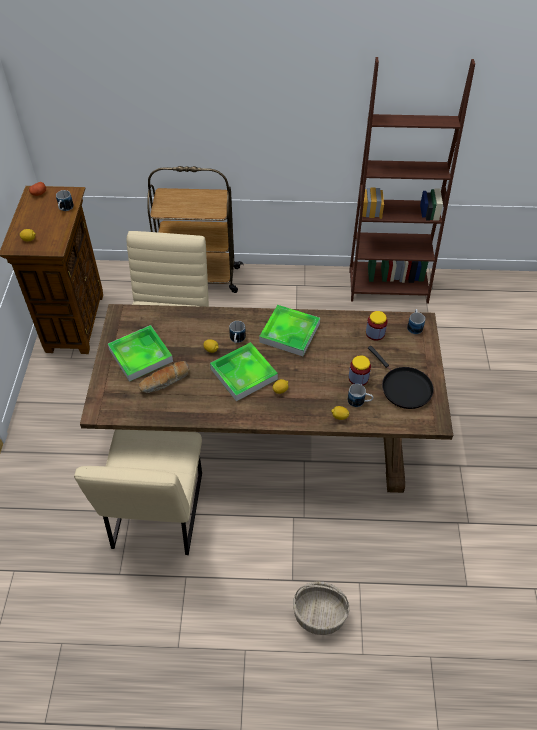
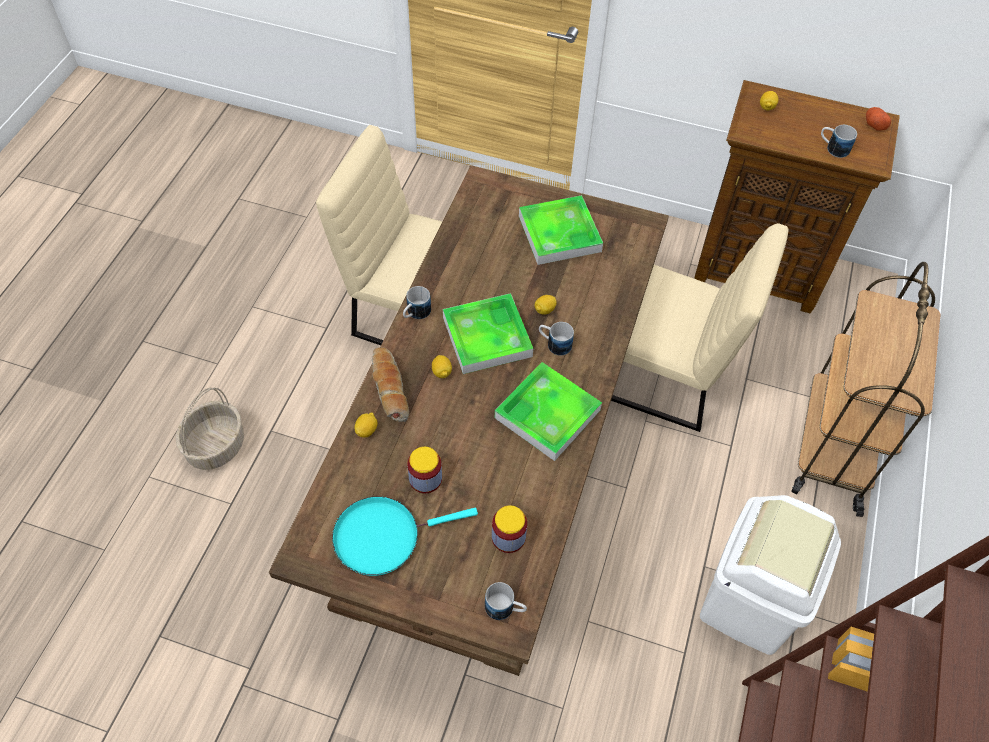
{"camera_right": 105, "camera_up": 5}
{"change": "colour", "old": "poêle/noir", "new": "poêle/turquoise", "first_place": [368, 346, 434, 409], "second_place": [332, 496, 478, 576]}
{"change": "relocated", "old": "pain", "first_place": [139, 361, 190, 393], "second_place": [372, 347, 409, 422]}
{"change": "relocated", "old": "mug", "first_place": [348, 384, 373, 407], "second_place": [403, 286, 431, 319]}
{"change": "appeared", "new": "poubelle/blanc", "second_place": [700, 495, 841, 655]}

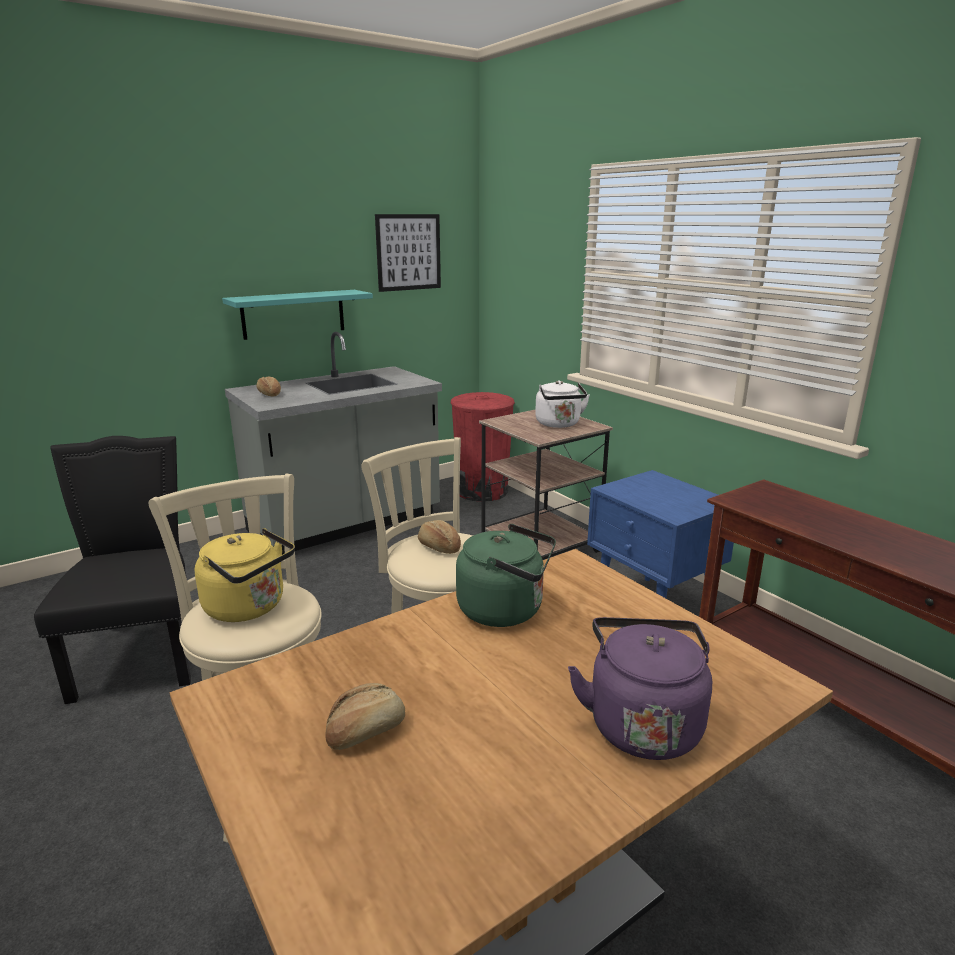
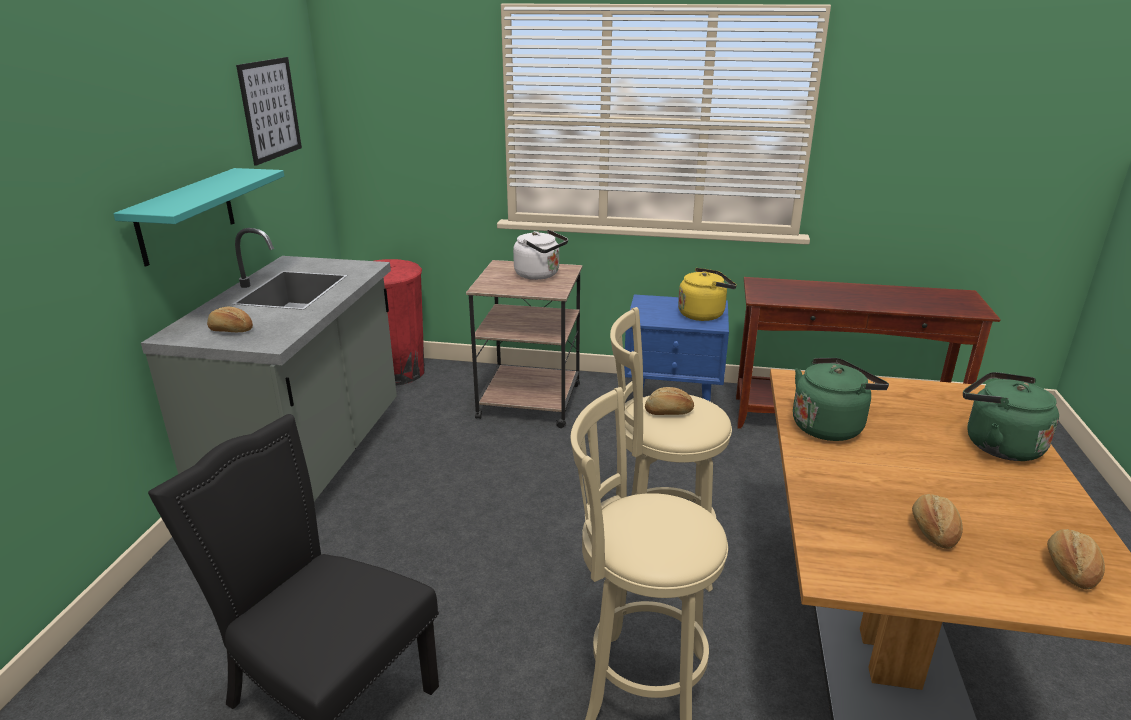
{"camera_right": -45, "camera_up": 5}
{"change": "relocated", "old": "bouilloire/jaune", "first_place": [195, 528, 295, 622], "second_place": [678, 268, 737, 321]}
{"change": "colour", "old": "bouilloire/violet", "new": "bouilloire/vert", "first_place": [568, 617, 712, 760], "second_place": [963, 372, 1059, 461]}
{"change": "appeared", "new": "pain", "second_place": [1047, 529, 1105, 590]}

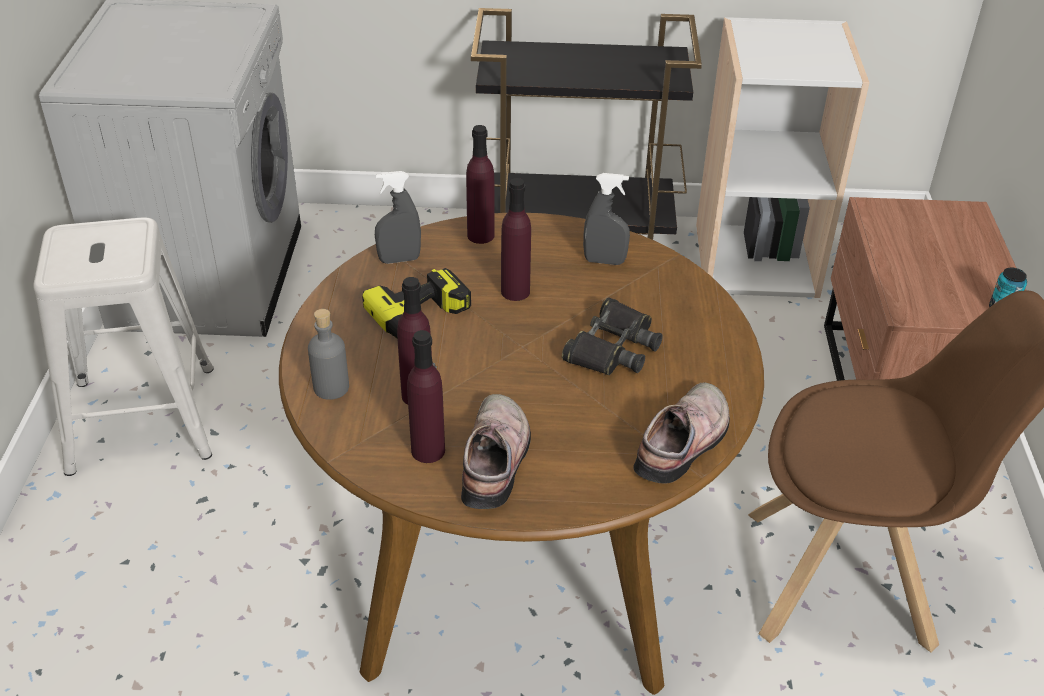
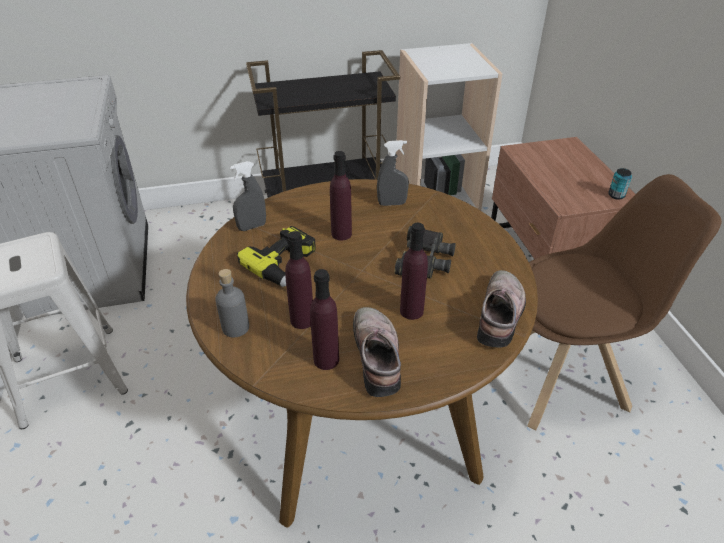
{"camera_right": -15, "camera_up": 0}
{"change": "relocated", "old": "bouteille/violet", "first_place": [466, 125, 495, 244], "second_place": [400, 222, 428, 320]}

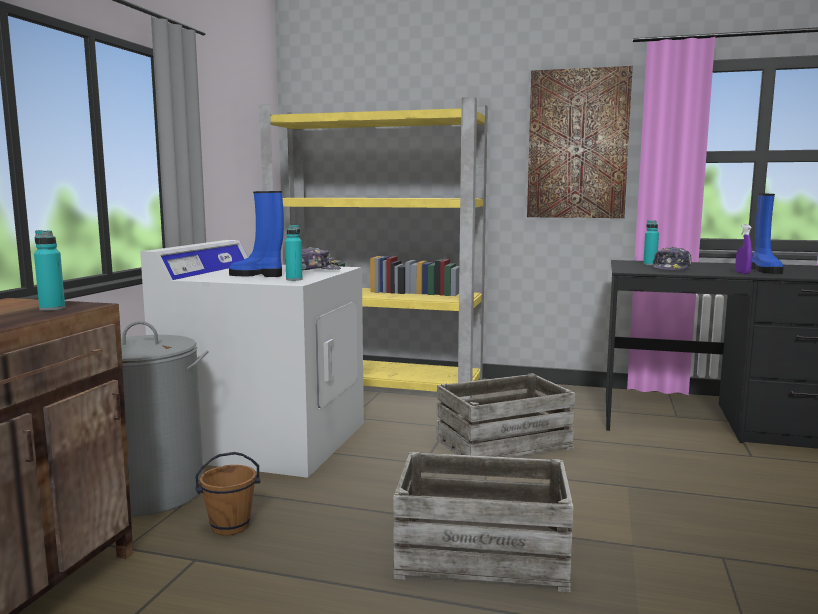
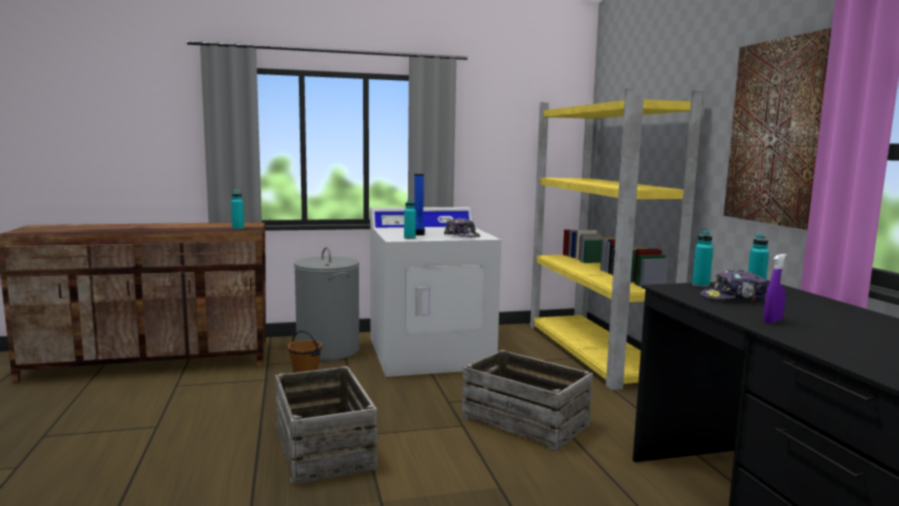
{"camera_right": 60, "camera_up": 0}
{"change": "missing", "old": "botte/bleu", "first_place": [751, 193, 784, 274]}
{"change": "appeared", "new": "bouteille/turquoise", "second_place": [692, 231, 713, 287]}

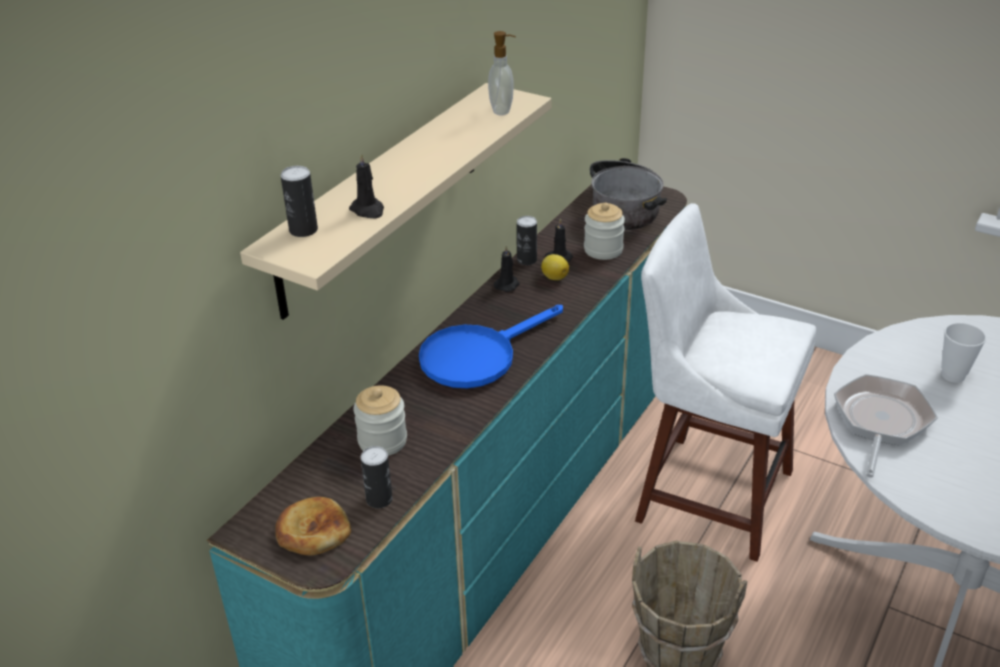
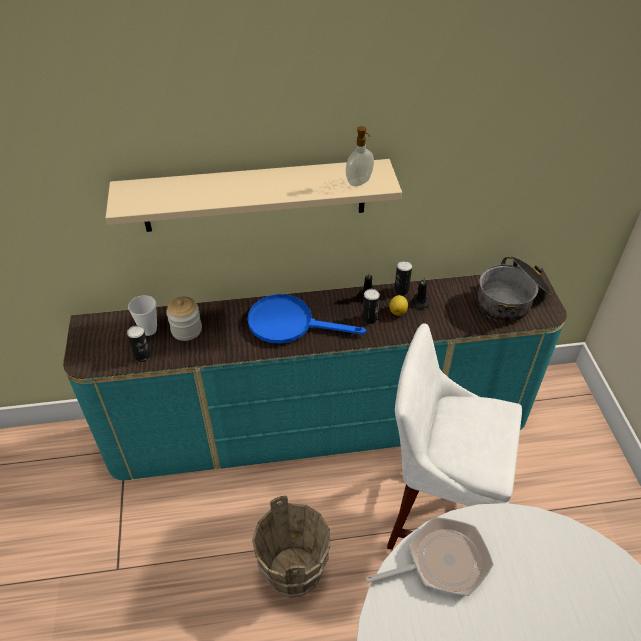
{"camera_right": 50, "camera_up": 10}
{"change": "missing", "old": "bougie/noir", "first_place": [349, 153, 384, 219]}
{"change": "relocated", "old": "boîte métallique", "first_place": [280, 166, 318, 237], "second_place": [362, 289, 380, 324]}
{"change": "missing", "old": "bocal", "first_place": [584, 202, 625, 260]}
{"change": "spun", "old": "chaise/blanc", "first_place": [635, 203, 816, 562], "second_place": [387, 323, 522, 550], "degrees": -60}
{"change": "relocated", "old": "tasse", "first_place": [941, 323, 986, 383], "second_place": [128, 295, 157, 336]}
{"change": "missing", "old": "pain", "first_place": [275, 497, 351, 555]}

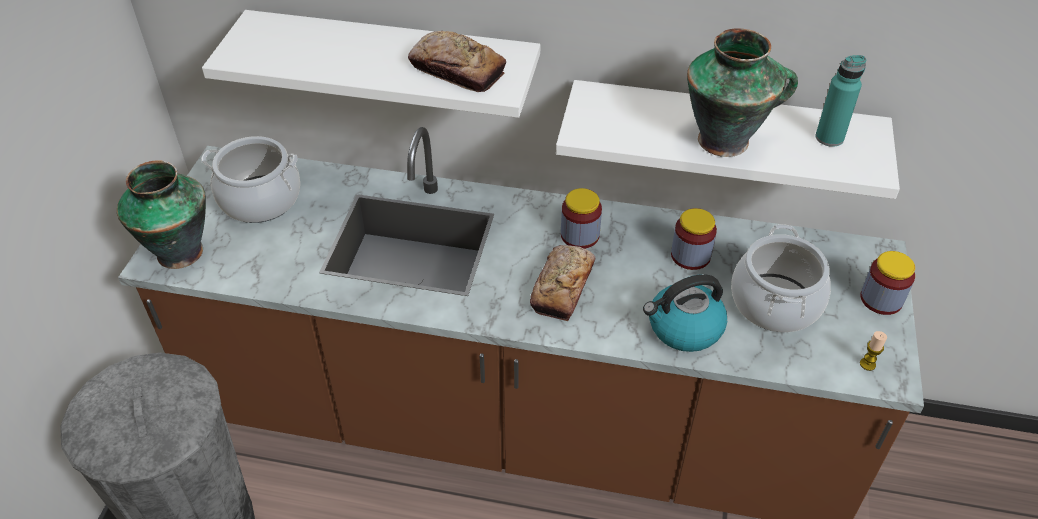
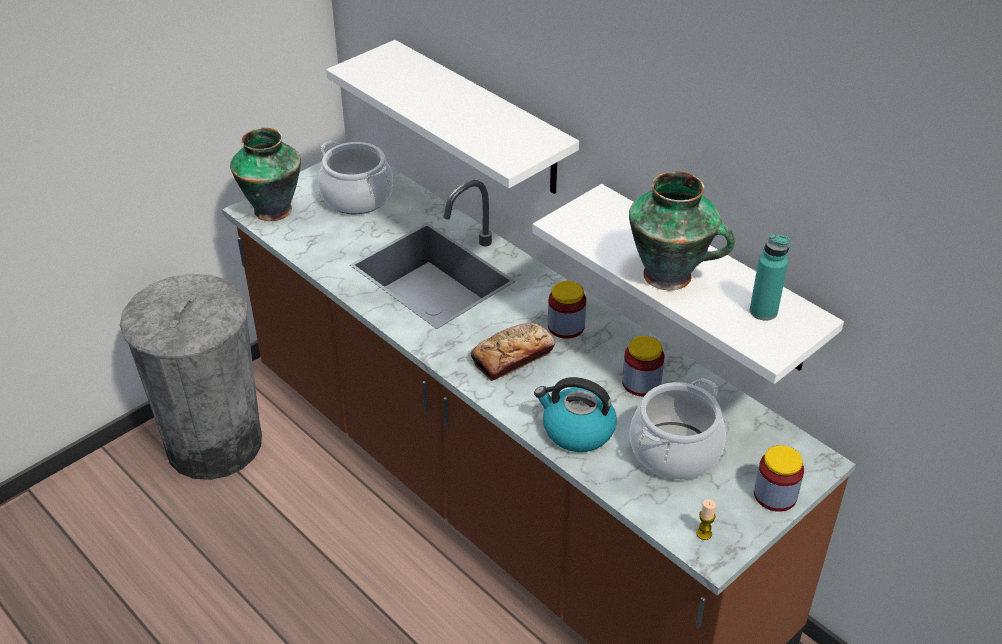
{"camera_right": 35, "camera_up": -5}
{"change": "missing", "old": "pain", "first_place": [408, 31, 506, 92]}

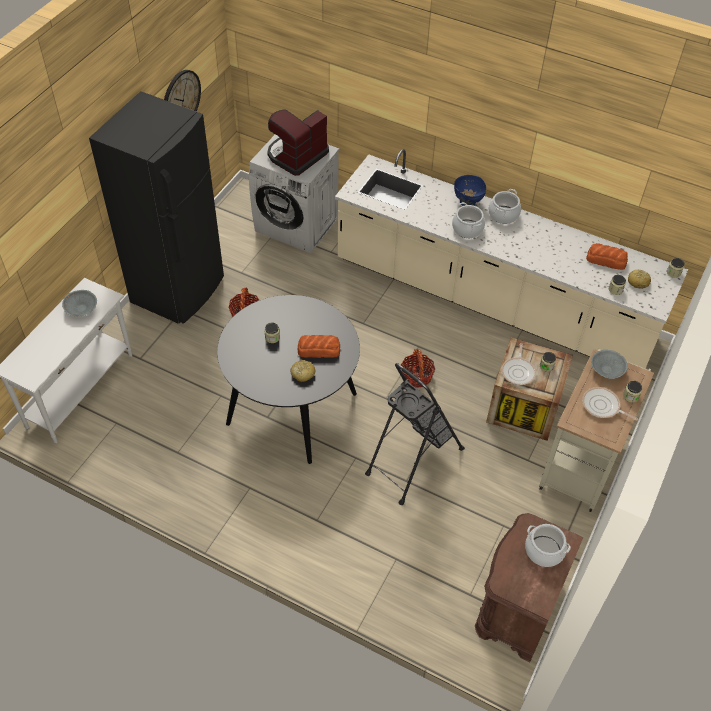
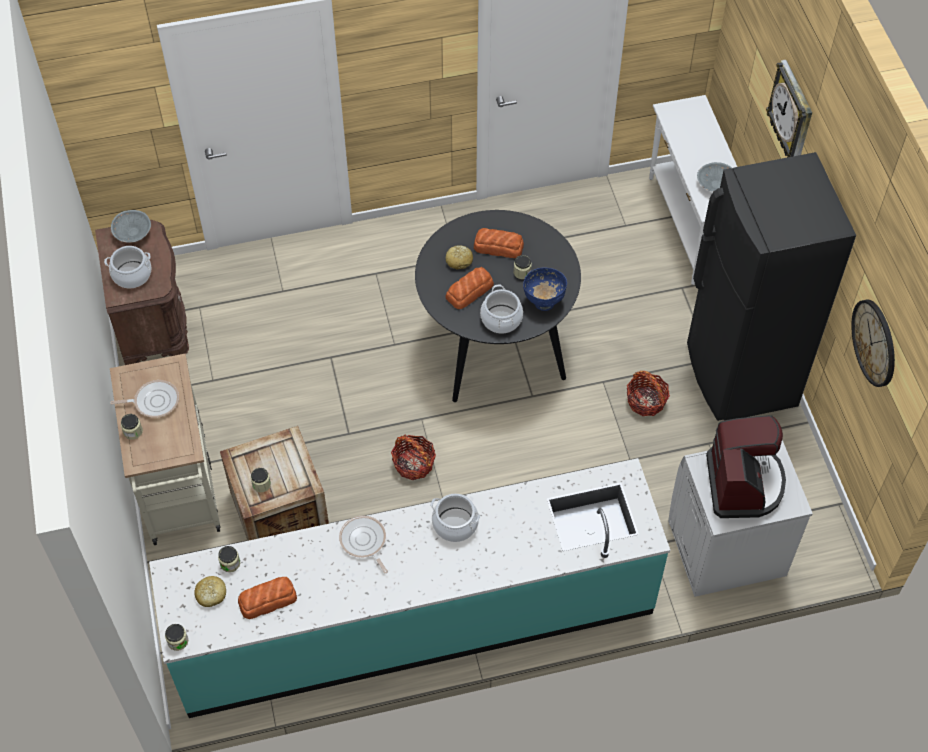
{"camera_right": 140, "camera_up": 5}
{"change": "colour", "old": "comptoir de cuisine/beige", "new": "comptoir de cuisine/turquoise", "first_place": [335, 149, 689, 369], "second_place": [149, 458, 670, 718]}
{"change": "relocated", "old": "bol/bleu", "first_place": [454, 175, 486, 206], "second_place": [523, 267, 567, 311]}
{"change": "relocated", "old": "marmite", "first_place": [489, 189, 521, 224], "second_place": [480, 285, 523, 334]}
{"change": "relocated", "old": "poêle", "first_place": [502, 343, 536, 385], "second_place": [339, 516, 388, 573]}
{"change": "relocated", "old": "bol/gris", "first_place": [591, 350, 628, 379], "second_place": [111, 210, 151, 243]}
{"change": "missing", "old": "escabeau", "first_place": [365, 363, 465, 505]}
{"change": "appeared", "new": "horloge murale", "second_place": [766, 60, 812, 158]}
{"change": "appeared", "new": "pain", "second_place": [474, 228, 524, 258]}

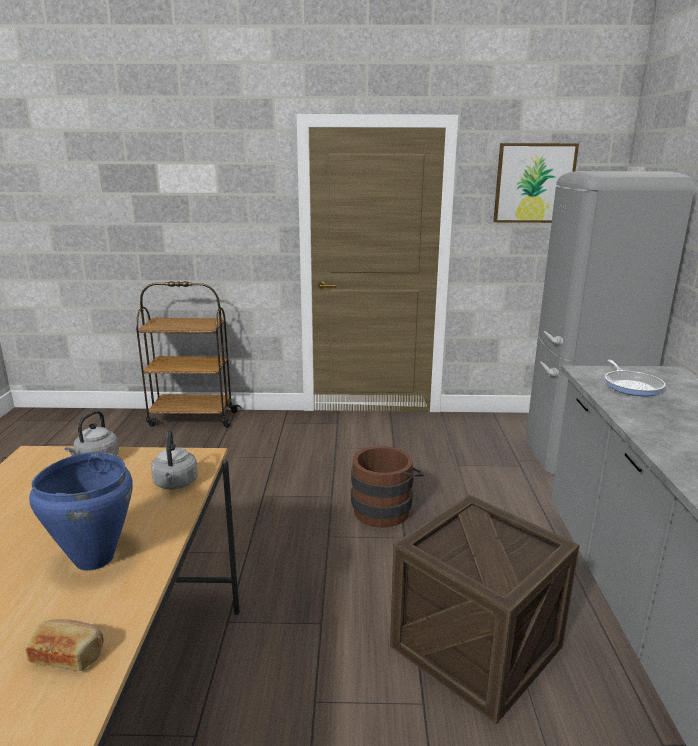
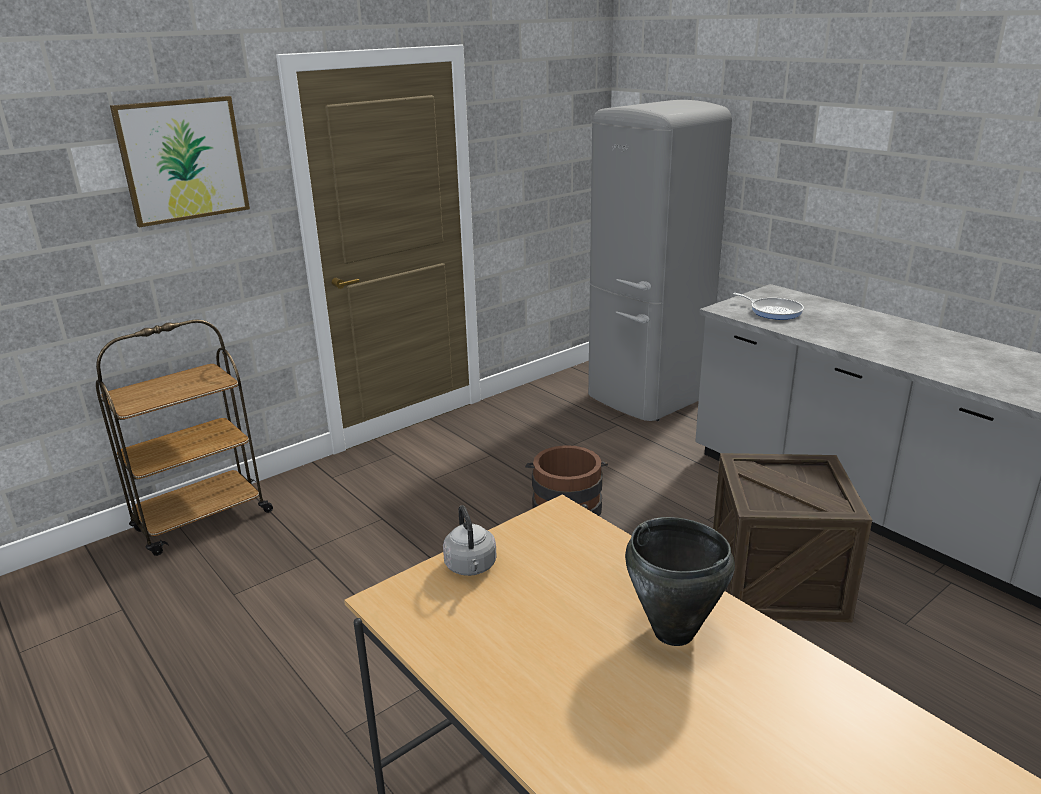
{"camera_right": -40, "camera_up": 5}
{"change": "relocated", "old": "tableau", "first_place": [493, 143, 579, 223], "second_place": [110, 96, 250, 227]}
{"change": "missing", "old": "bouilloire/gris", "first_place": [151, 430, 198, 490]}
{"change": "colour", "old": "marmite/bleu", "new": "marmite/noir", "first_place": [29, 452, 133, 571], "second_place": [625, 517, 735, 646]}
{"change": "missing", "old": "pain", "first_place": [25, 619, 103, 671]}

